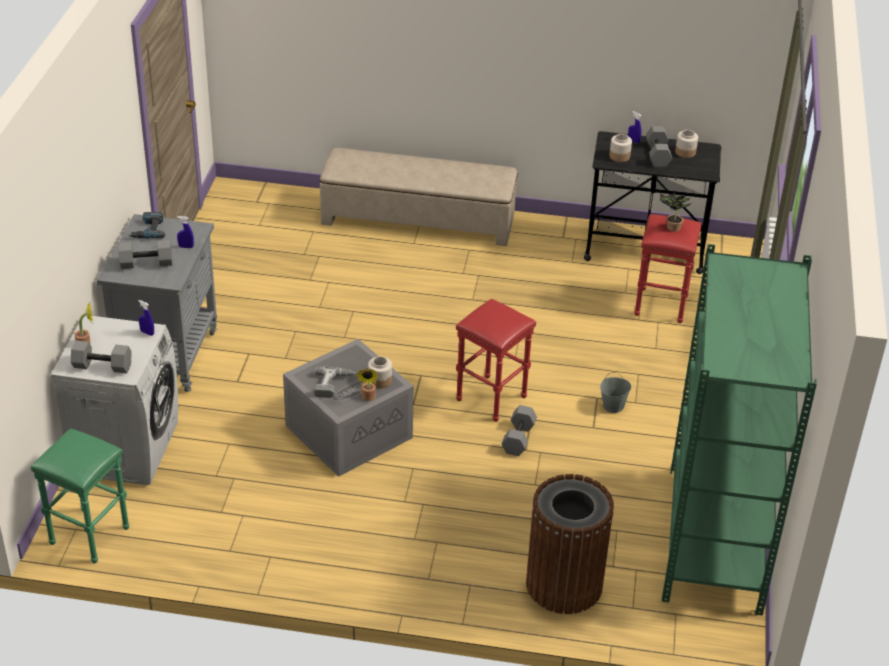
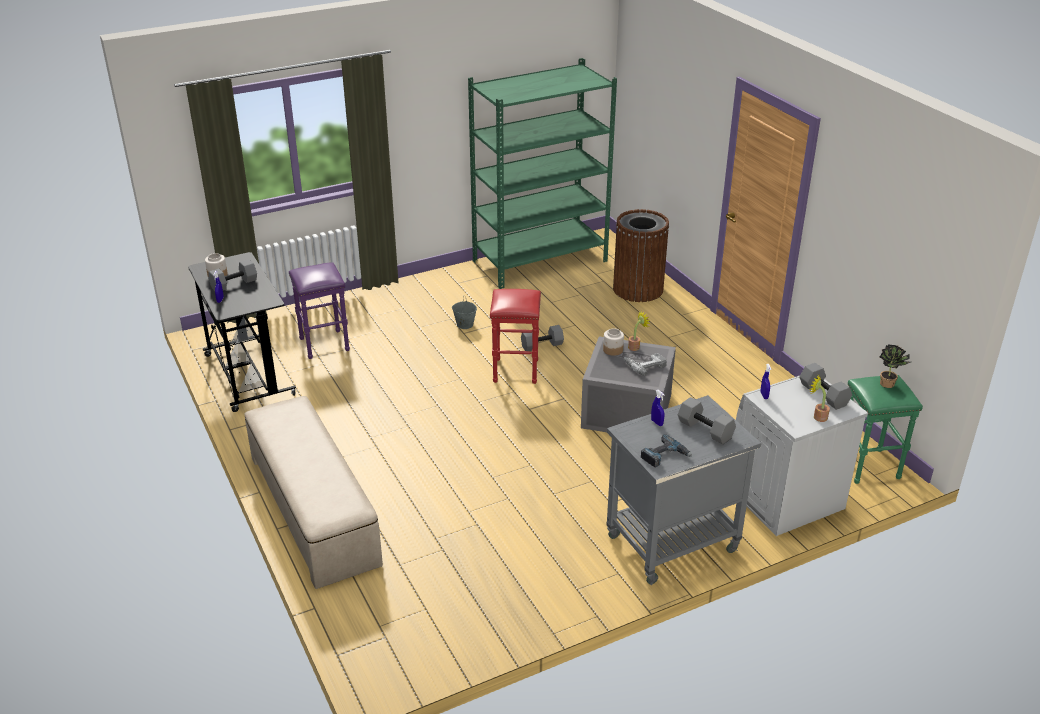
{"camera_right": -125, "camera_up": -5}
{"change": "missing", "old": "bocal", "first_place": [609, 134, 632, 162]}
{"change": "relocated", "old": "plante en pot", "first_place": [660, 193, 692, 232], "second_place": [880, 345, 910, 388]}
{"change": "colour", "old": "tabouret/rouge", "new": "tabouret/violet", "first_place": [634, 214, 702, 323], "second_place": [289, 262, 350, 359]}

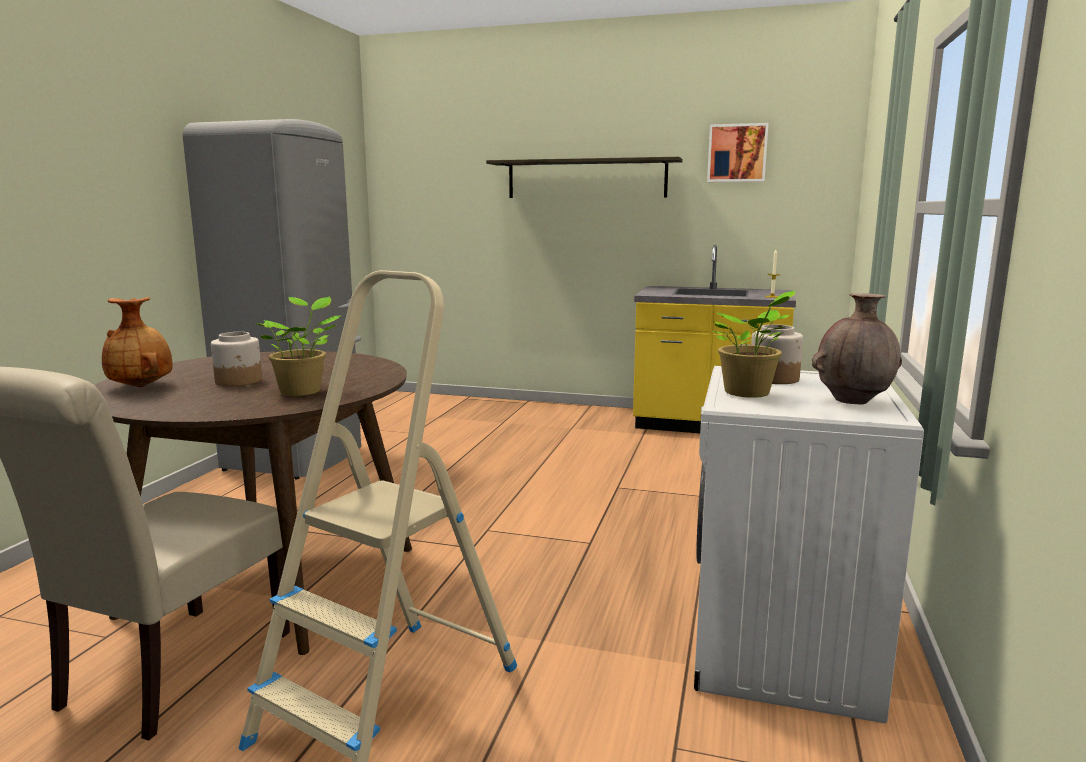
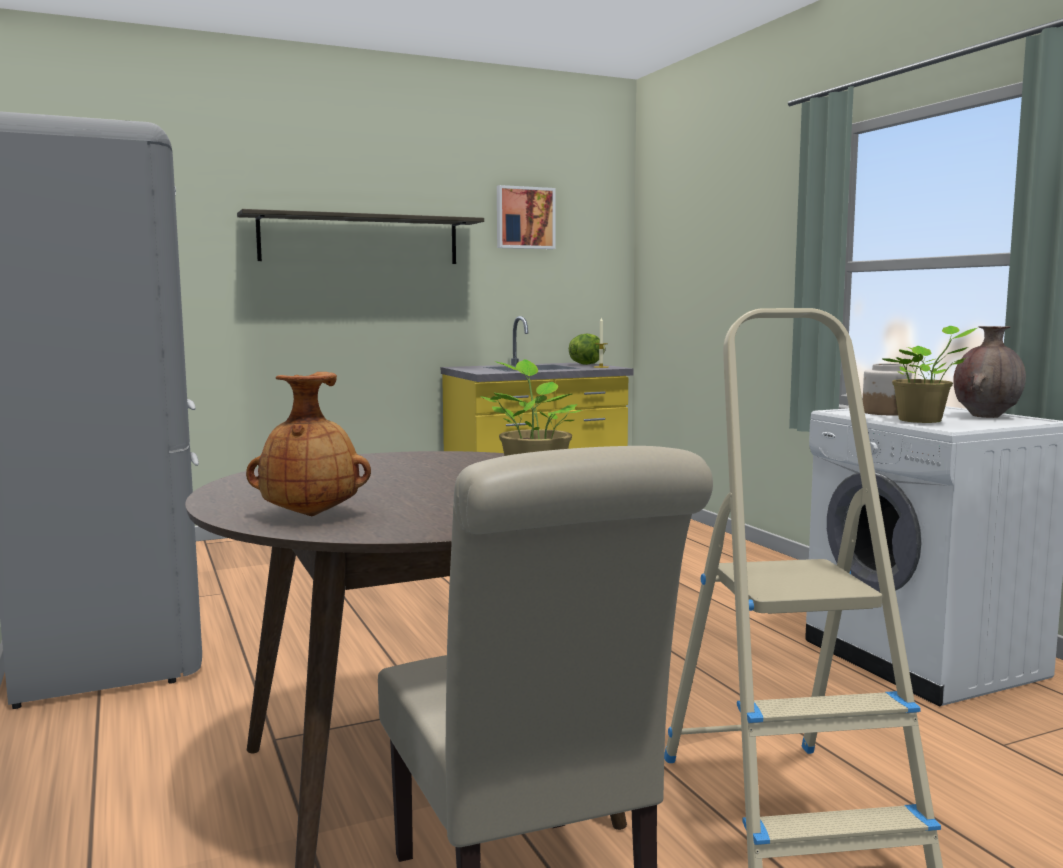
{"camera_right": -40, "camera_up": -5}
{"change": "missing", "old": "bocal", "first_place": [211, 332, 262, 386]}
{"change": "appeared", "new": "laitue", "second_place": [569, 333, 606, 365]}

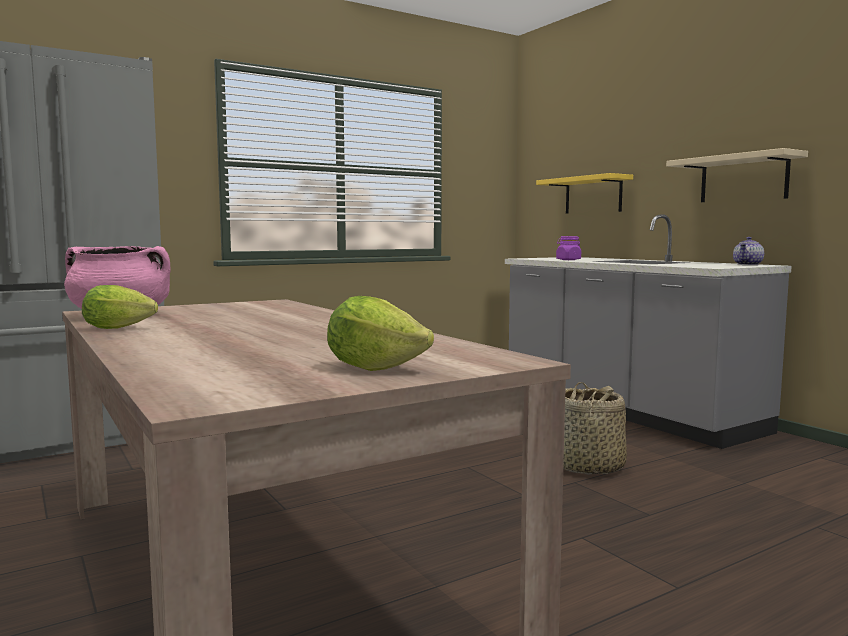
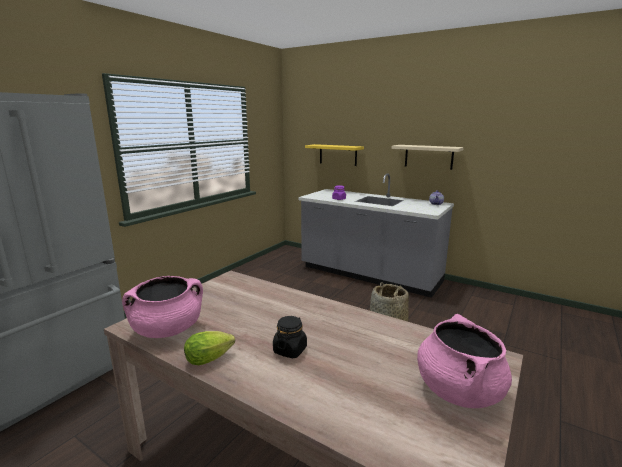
{"camera_right": -25, "camera_up": 10}
{"change": "exchanged", "old": "laitue", "new": "marmite/rose", "first_place": [327, 296, 434, 371], "second_place": [417, 314, 512, 408]}
{"change": "appeared", "new": "bocal/noir", "second_place": [273, 316, 307, 358]}

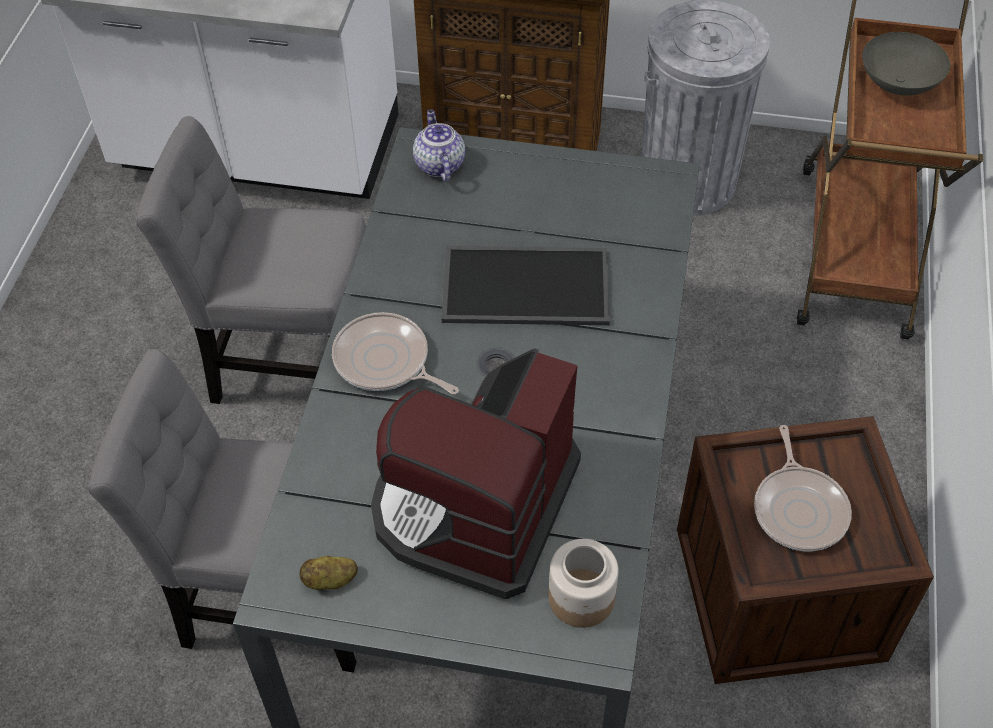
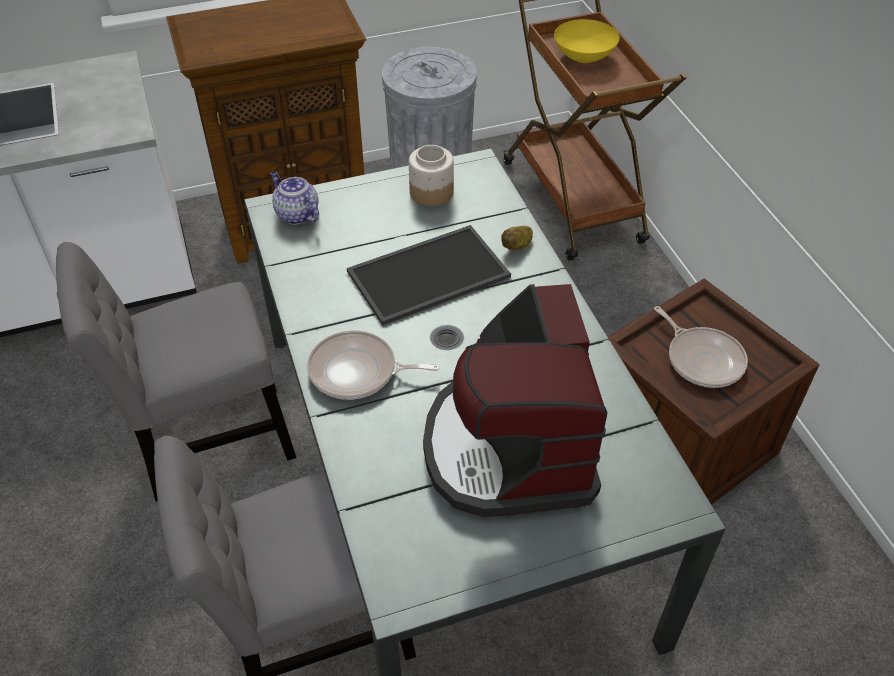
{"camera_right": -30, "camera_up": -5}
{"change": "colour", "old": "bol/gris", "new": "bol/jaune", "first_place": [862, 32, 950, 95], "second_place": [554, 19, 620, 63]}
{"change": "relocated", "old": "bocal", "first_place": [549, 539, 619, 628], "second_place": [409, 145, 454, 206]}
{"change": "relocated", "old": "pomme de terre", "first_place": [299, 556, 358, 590], "second_place": [501, 226, 533, 250]}

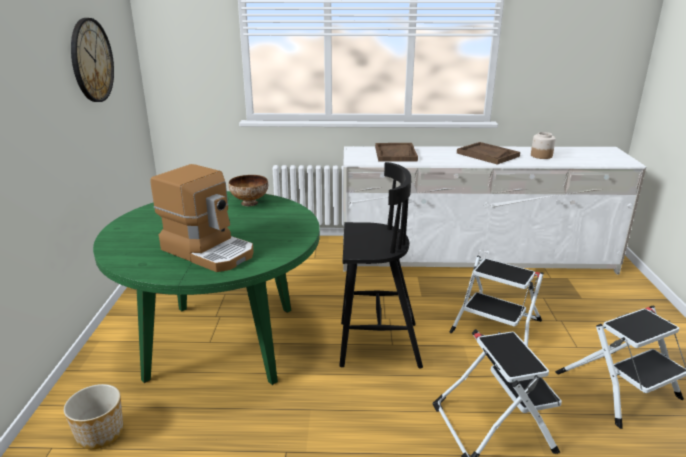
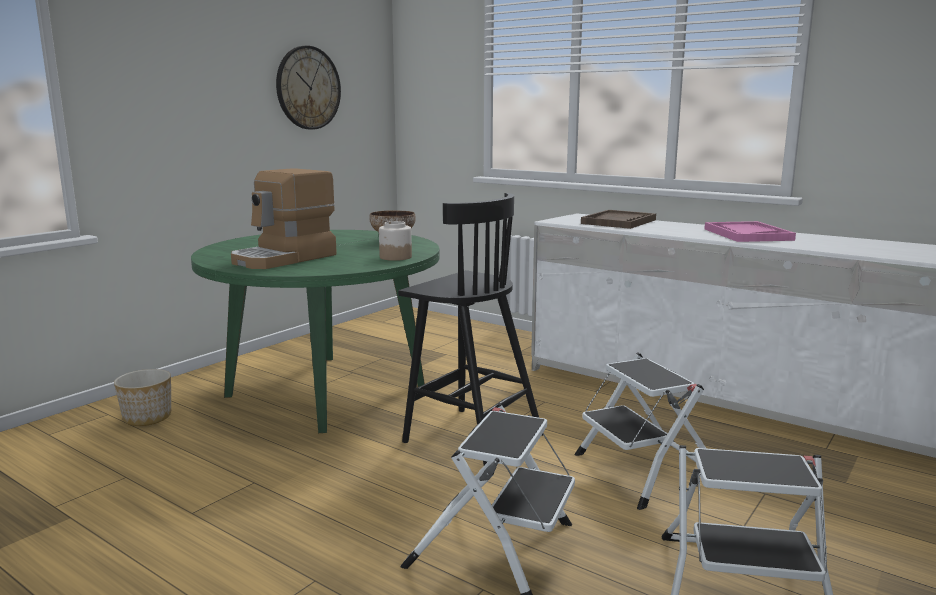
{"camera_right": 35, "camera_up": -10}
{"change": "relocated", "old": "bocal", "first_place": [531, 132, 556, 159], "second_place": [379, 221, 412, 261]}
{"change": "colour", "old": "plateau/marron", "new": "plateau/rose", "first_place": [457, 142, 520, 165], "second_place": [704, 221, 796, 242]}
{"change": "spun", "old": "machine à café", "first_place": [150, 164, 254, 272], "second_place": [231, 168, 337, 269], "degrees": 60}

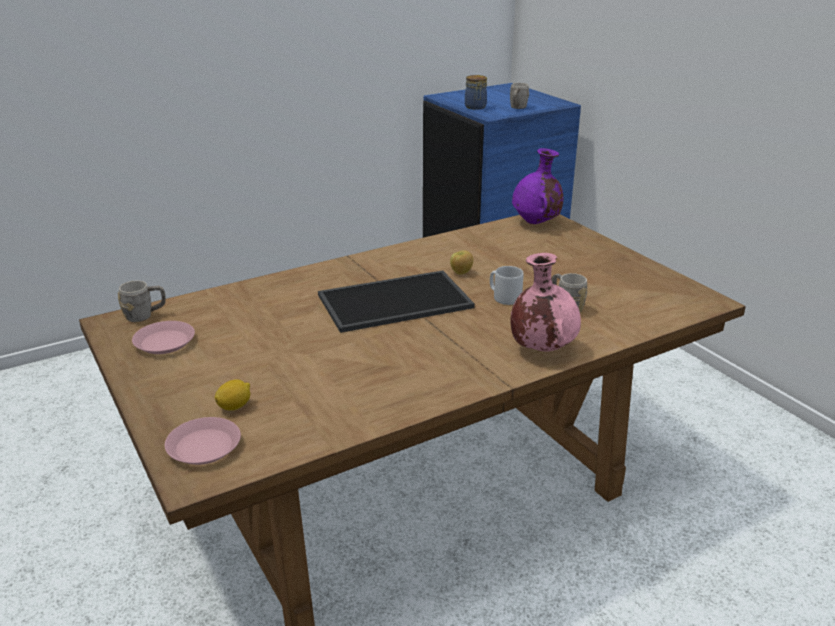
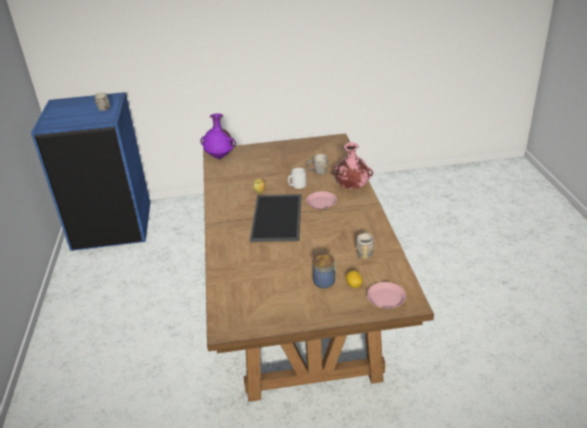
{"camera_right": -65, "camera_up": 5}
{"change": "relocated", "old": "bocal", "first_place": [465, 75, 487, 110], "second_place": [313, 253, 338, 289]}
{"change": "relocated", "old": "mug/gris", "first_place": [118, 280, 166, 322], "second_place": [356, 231, 374, 259]}
{"change": "relocated", "old": "assiette/rose", "first_place": [132, 321, 195, 354], "second_place": [306, 191, 337, 209]}

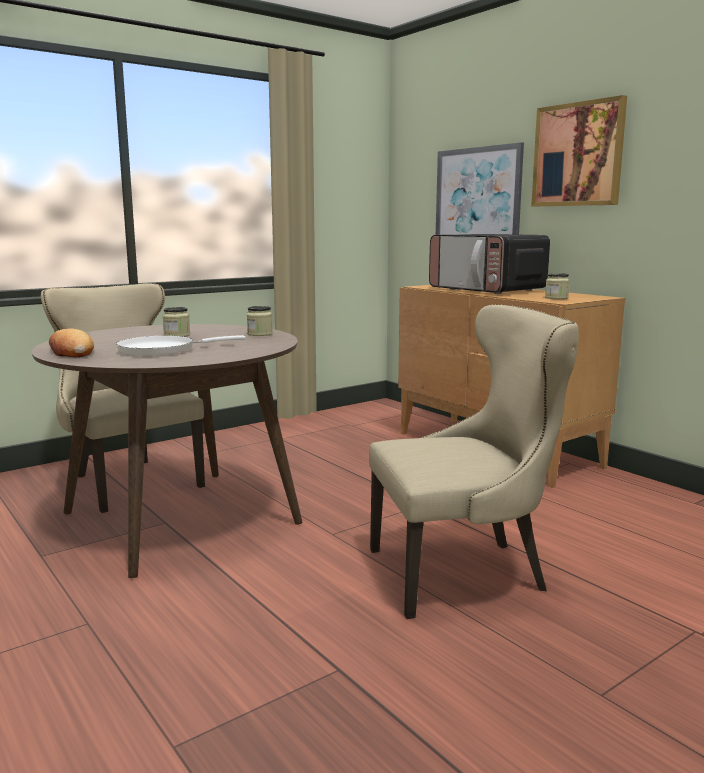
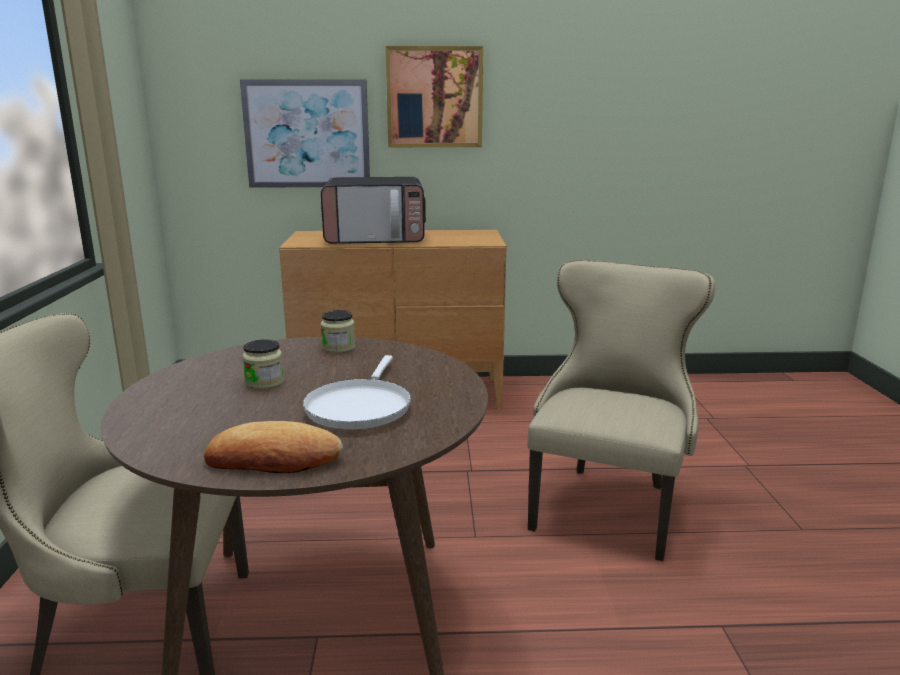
{"camera_right": -55, "camera_up": 5}
{"change": "missing", "old": "bocal", "first_place": [545, 273, 570, 299]}

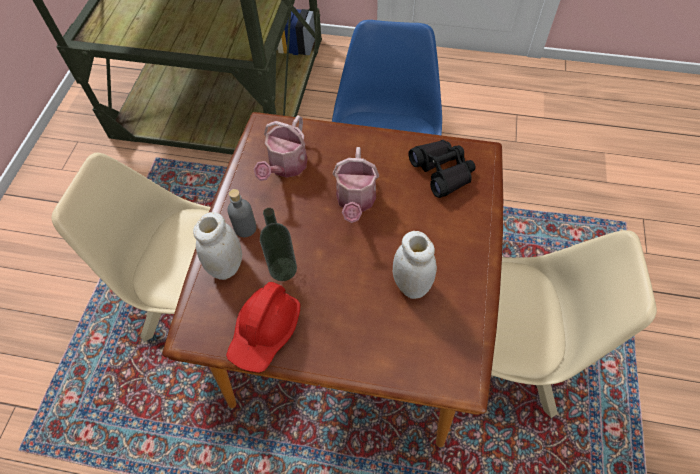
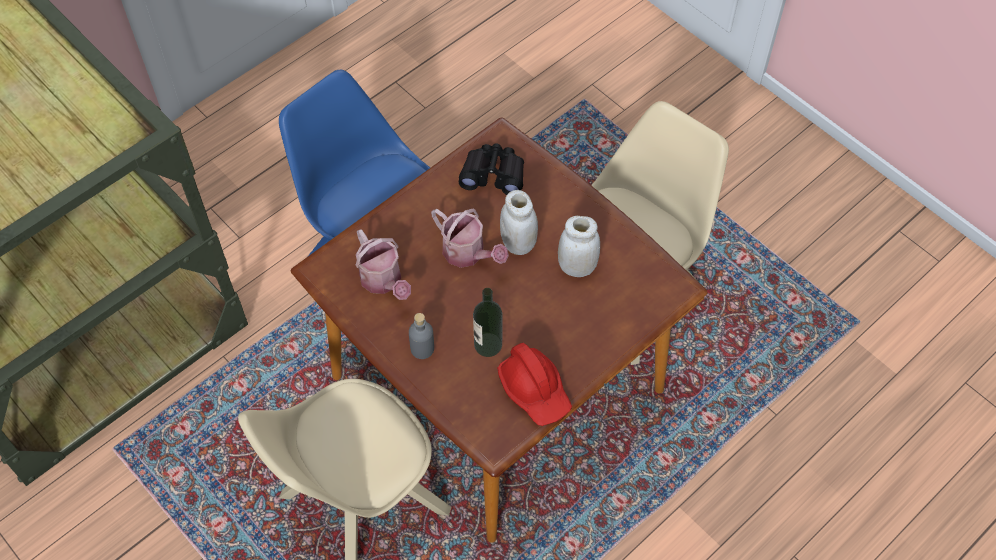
{"camera_right": -55, "camera_up": 0}
{"change": "relocated", "old": "bocal/blanc", "first_place": [193, 212, 242, 280], "second_place": [500, 190, 538, 255]}

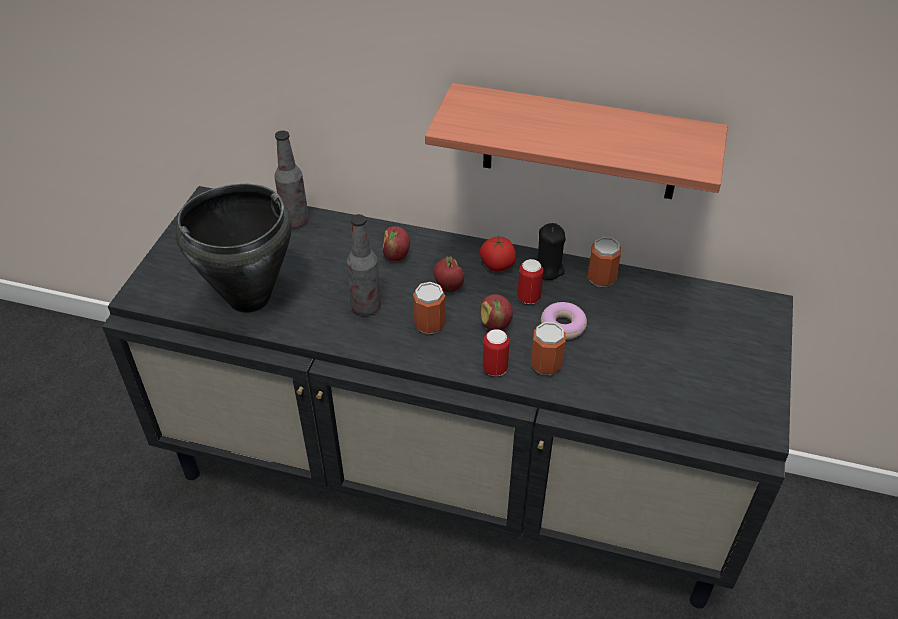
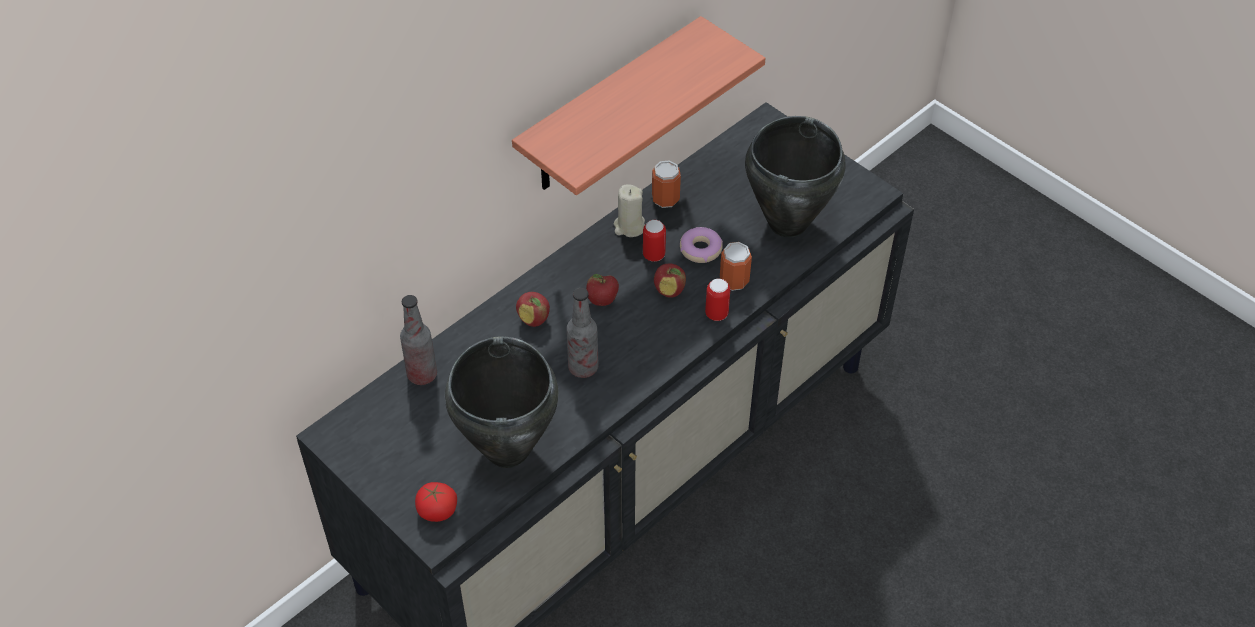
{"camera_right": -60, "camera_up": 5}
{"change": "colour", "old": "bougie/noir", "new": "bougie/beige", "first_place": [537, 223, 566, 280], "second_place": [614, 184, 645, 237]}
{"change": "relocated", "old": "tomate", "first_place": [480, 236, 516, 271], "second_place": [415, 482, 457, 522]}
{"change": "missing", "old": "boîte métallique", "first_place": [413, 282, 446, 335]}
{"change": "appeared", "new": "marmite/noir", "second_place": [745, 116, 846, 237]}

